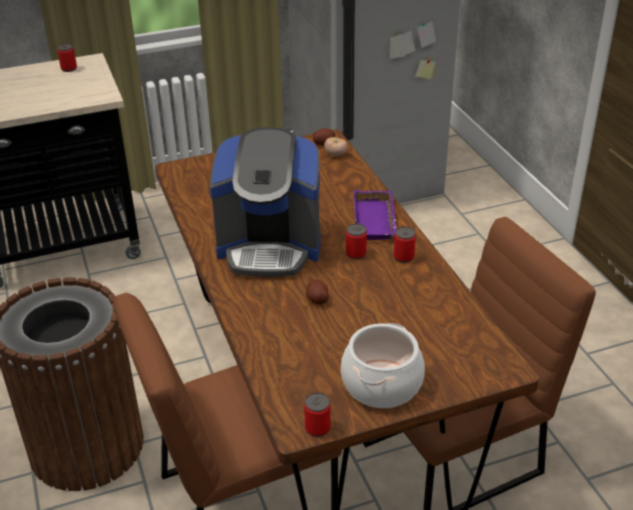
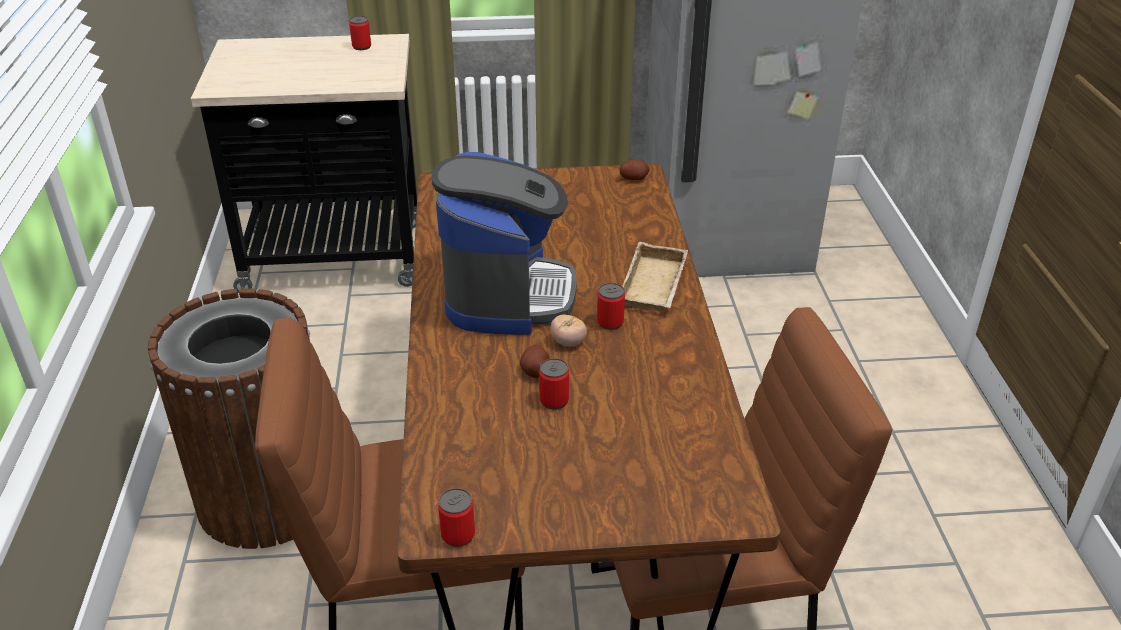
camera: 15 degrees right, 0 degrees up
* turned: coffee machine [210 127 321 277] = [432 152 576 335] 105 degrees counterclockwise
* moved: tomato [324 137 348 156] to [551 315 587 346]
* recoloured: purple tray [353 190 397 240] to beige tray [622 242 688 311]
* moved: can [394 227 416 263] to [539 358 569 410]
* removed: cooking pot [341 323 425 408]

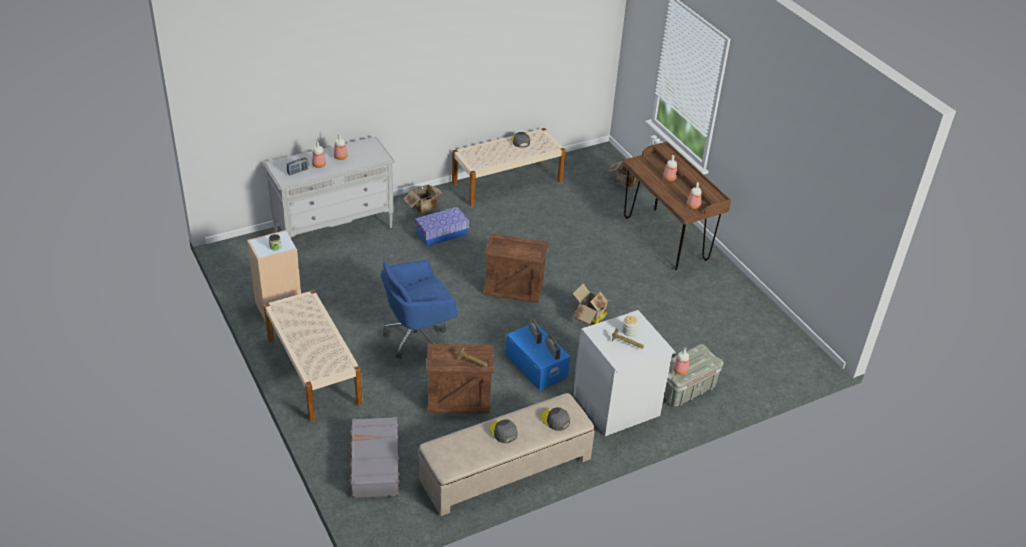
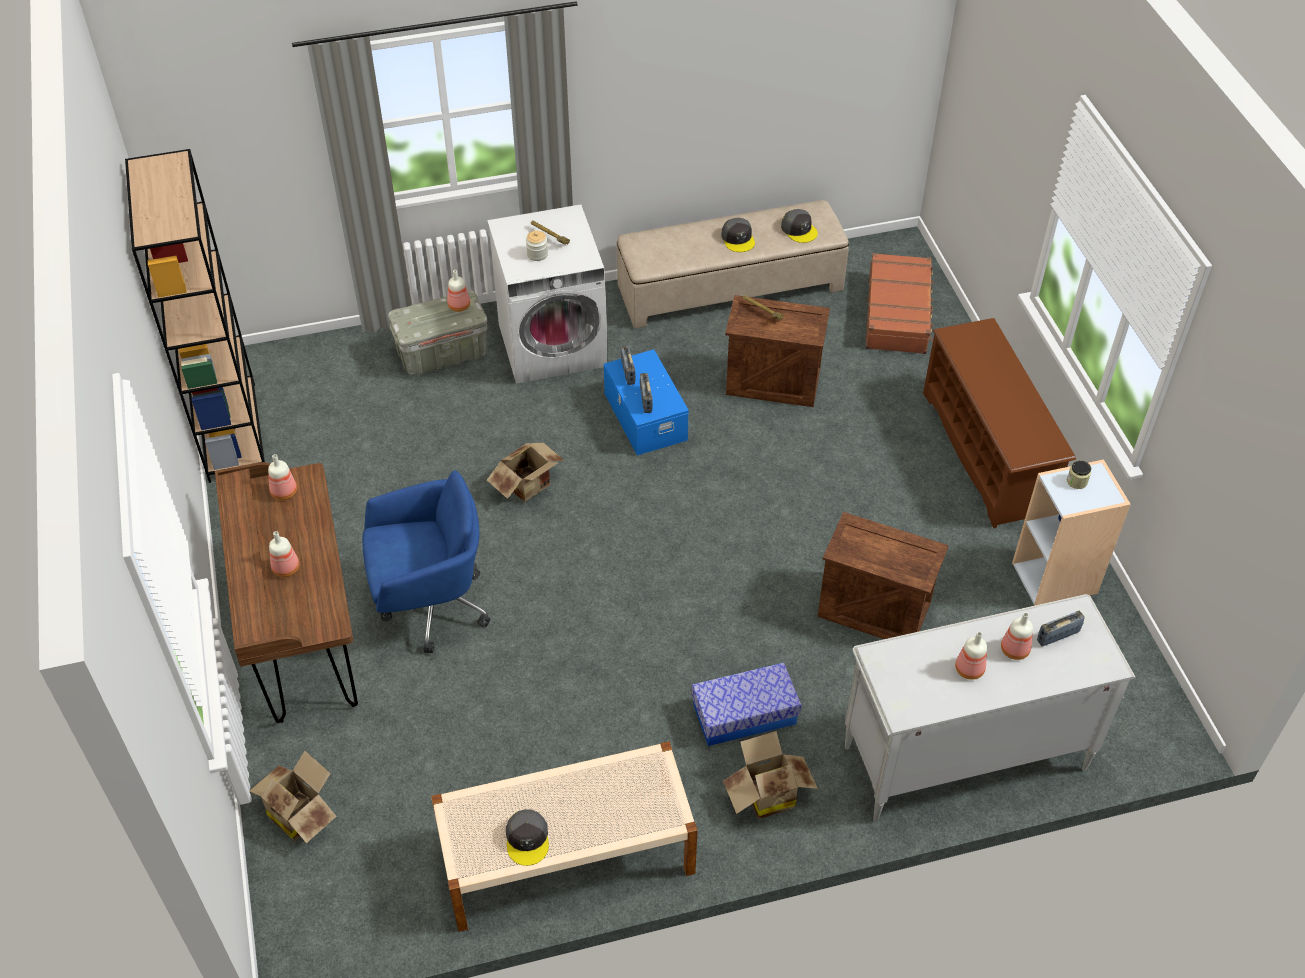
camera: 165 degrees left, 10 degrees up
* moved: crate [484 233 549 303] to [817 512 949 639]
* moved: blue office chair [381 260 458 359] to [362 470 490 653]
* replaced: beige bench [264 290 363 422] to brown shoe rack [923 318 1076 528]
* moved: grey cap [541 407 570 431] to [781 209 818 243]
* recoloured: grey suitcase [348 417 400 498] to brown suitcase [865 253 934 354]
* added: beige bookcase [125 149 265 483]

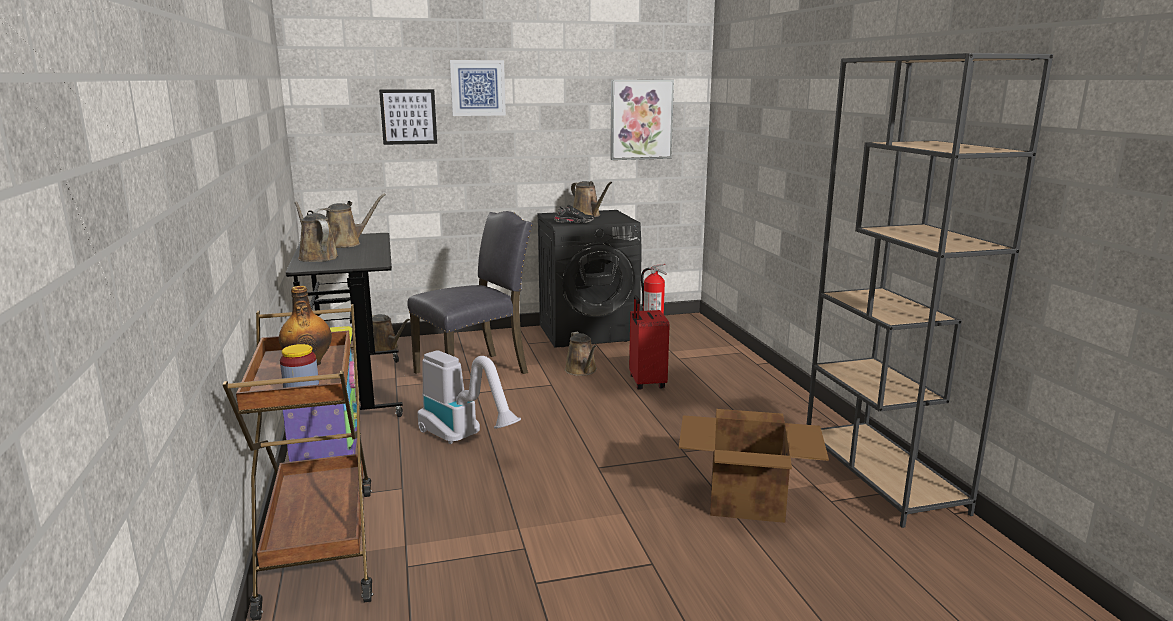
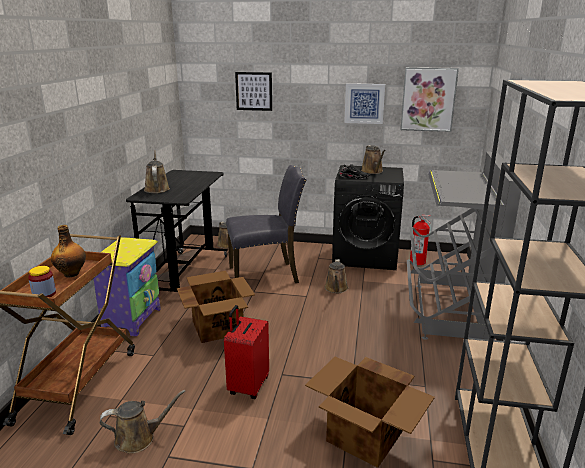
camera: 25 degrees right, 5 degrees up
* moved: picture [450 60 506 116] to [344 83 385 124]
* moved: brown watering can [313 193 386 248] to [100 390 186 454]
* moved: red suitcase [629 295 670 390] to [224 305 269 399]
* replaced: vacuum cleaner [417 350 521 444] to cardboard box [177 271 255 343]
* added: grey shoe rack [407 151 521 340]

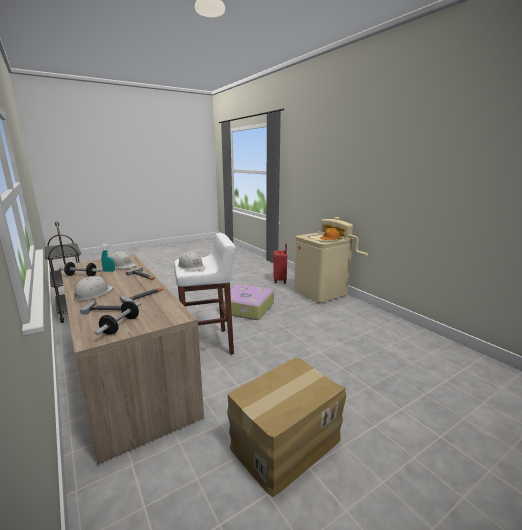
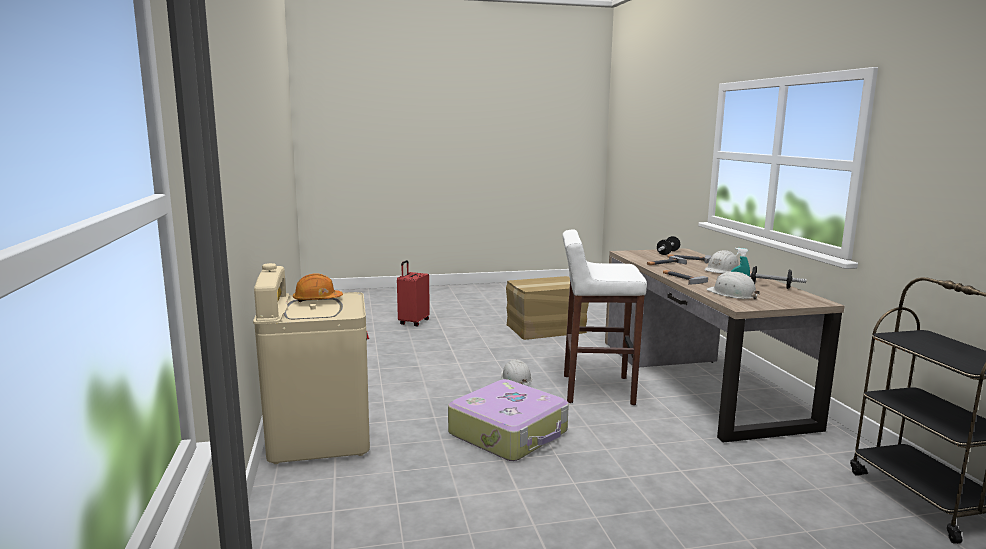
camera: 160 degrees left, 5 degrees down
* moved: red suitcase [273 244 287 284] to [397 260 430 326]
* moved: white hard hat [178 251 206 271] to [501 360 532 385]

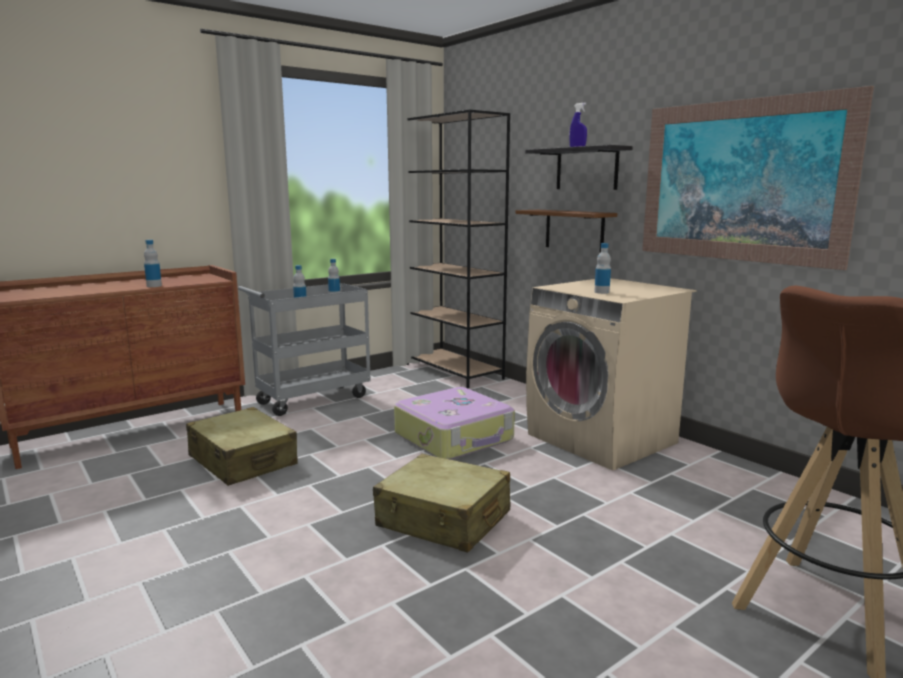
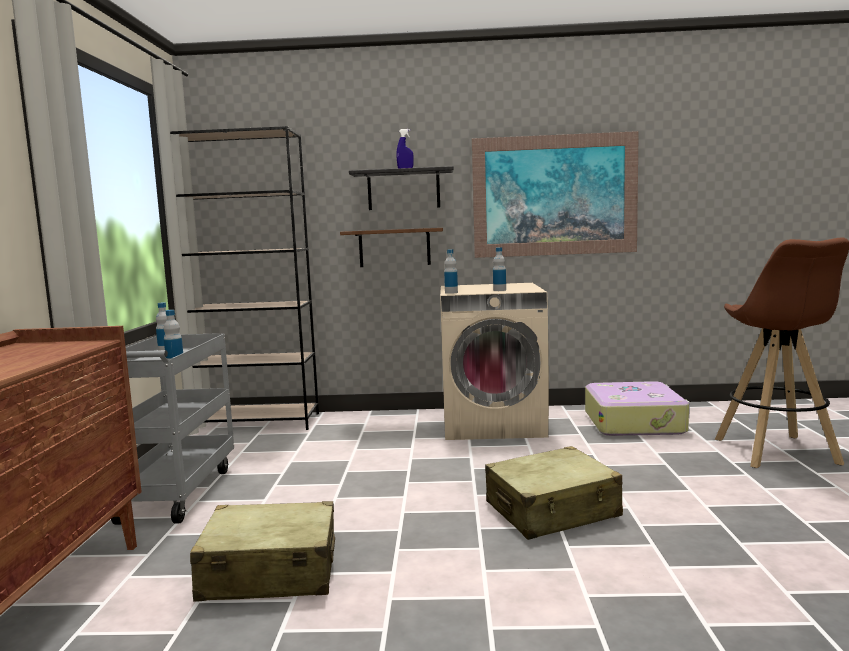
camera: 50 degrees left, 5 degrees down
* moved: bottle [144 240 162 287] to [444 249 458 294]
* moved: suitcase [394 387 515 460] to [585 381 690 436]

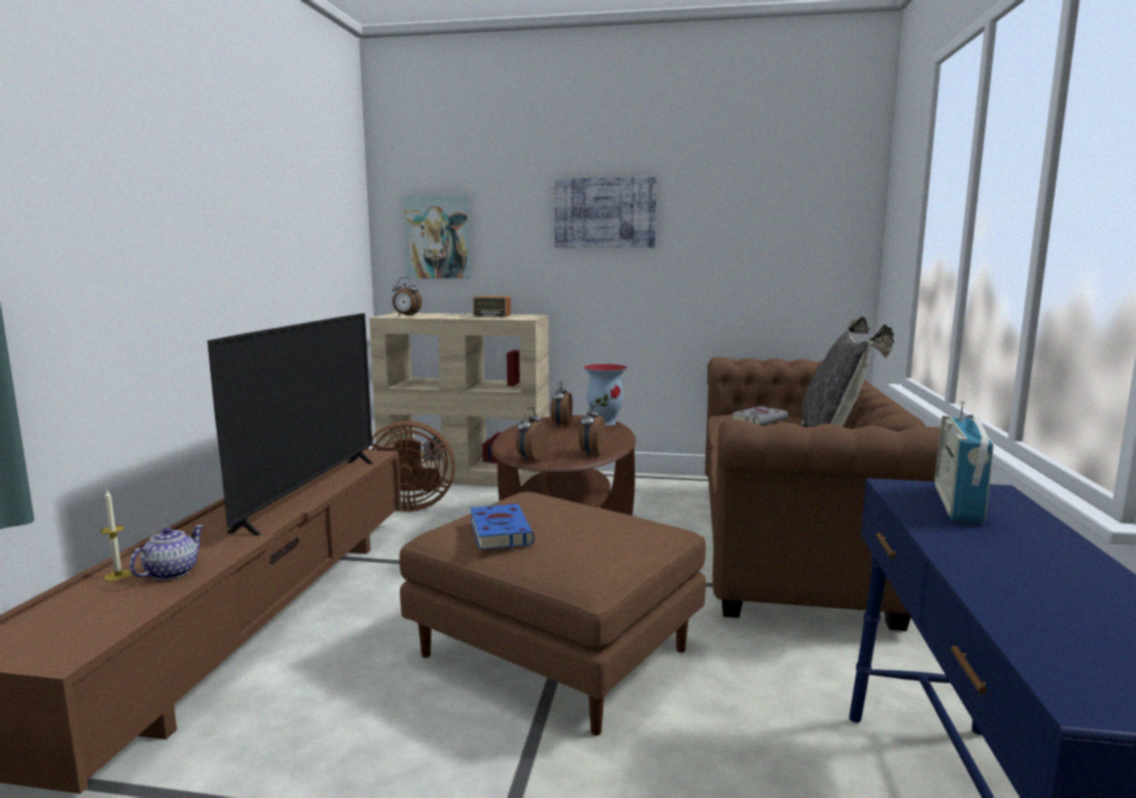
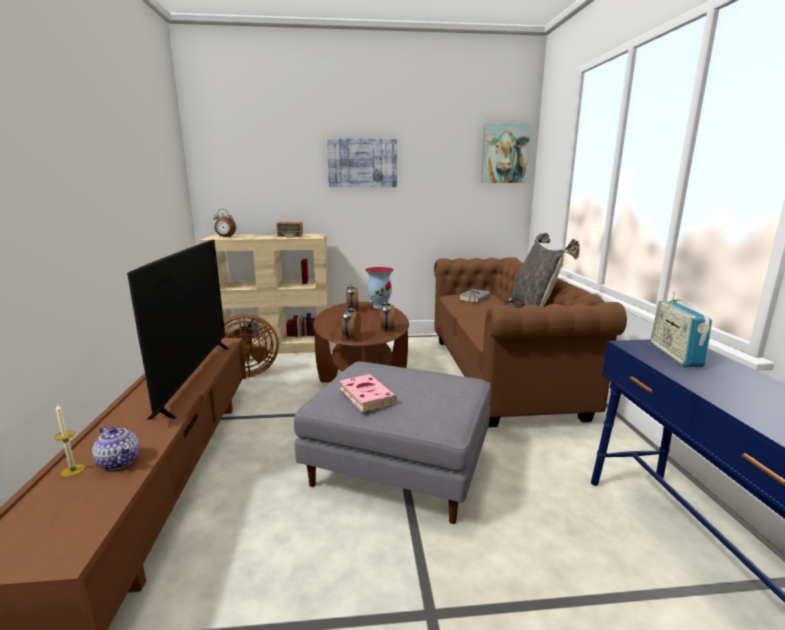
camera: 15 degrees left, 5 degrees up
* moved: picture [403 194 471 279] to [481 123 531 183]
* recoloured: brown ottoman [399 492 706 736] to grey ottoman [294 362 491 524]
* recoloured: blue book [470 504 535 549] to pink book [340 374 397 412]
* turned: teapot [129 525 204 580] = [92 426 140 470] 120 degrees clockwise

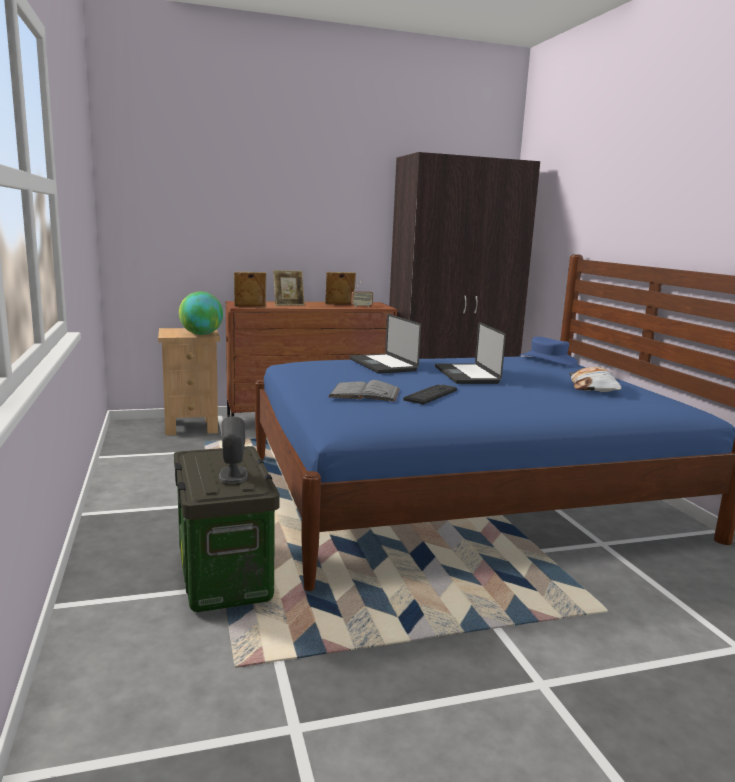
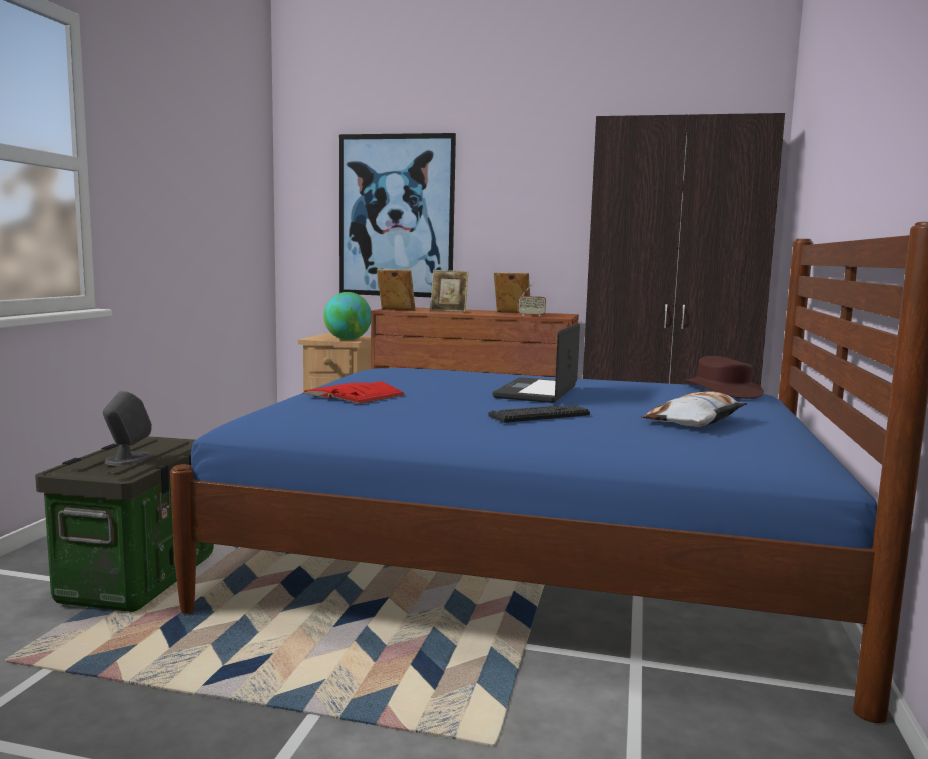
camera: 30 degrees right, 5 degrees down
* removed: laptop [349 314 421 374]
* recoloured: blue hat [520 337 578 366] to brown hat [684 356 764 399]
* recoloured: grey book [328 380 400 402] to red book [302 382 406 404]
* moved: keyboard [403 384 457 404] to [489 405 590 423]
* added: picture [339 133 456 297]

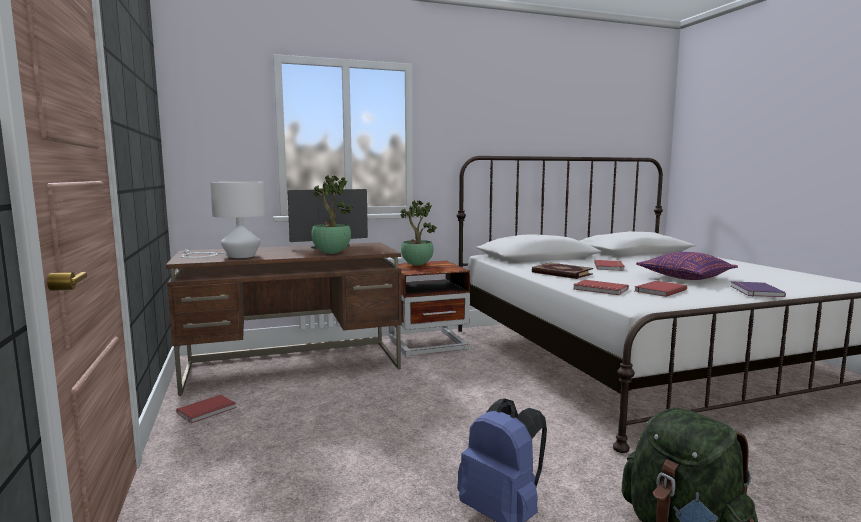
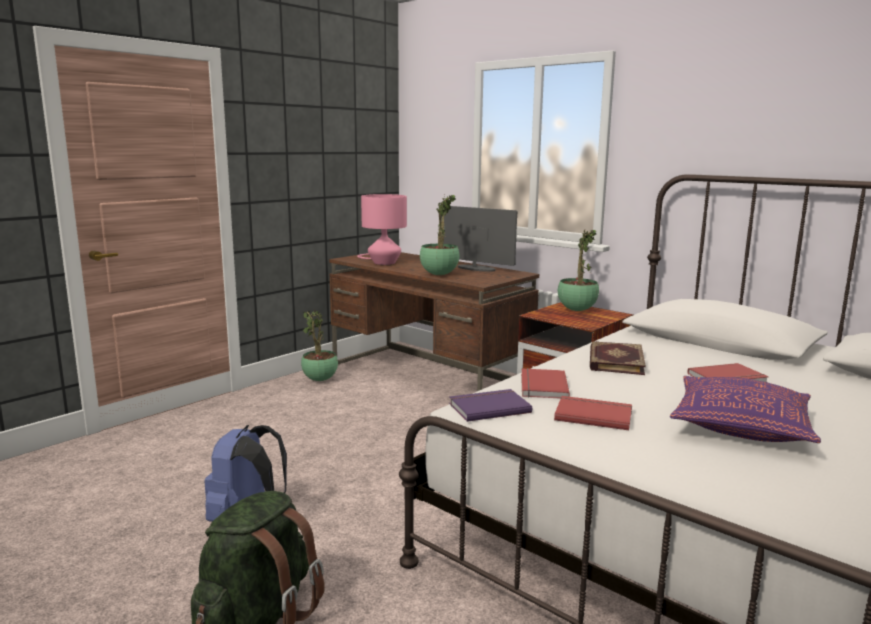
camera: 60 degrees right, 5 degrees up
* recoloured: white table lamp [180 182 265 258] to pink table lamp [357 194 407 265]
* moved: purple book [730 281 786 297] to [449 389 532 422]
* replaced: red book [176 395 237 423] to potted plant [301 311 338 381]

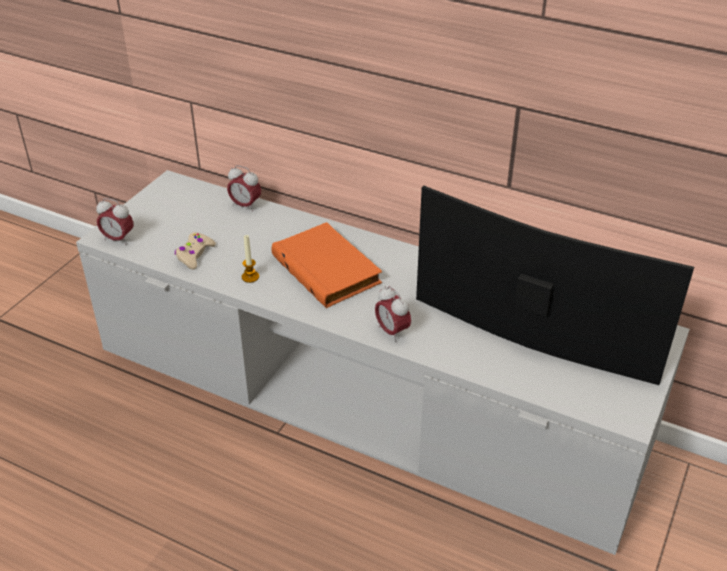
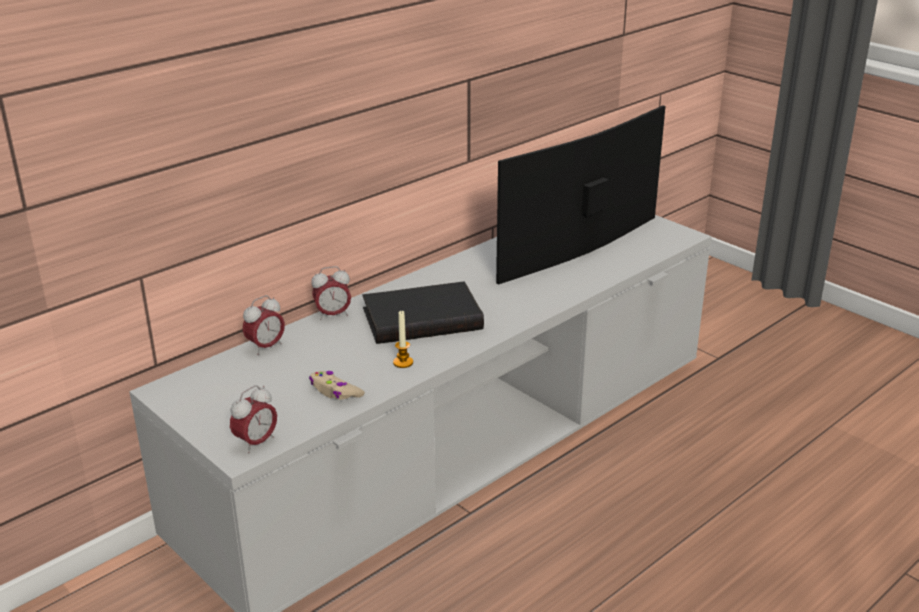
camera: 70 degrees left, 10 degrees down
* recoloured: orange book [271 222 382 308] to black book [362 281 484 344]
* moved: alarm clock [375 286 411 342] to [311 266 351 320]

